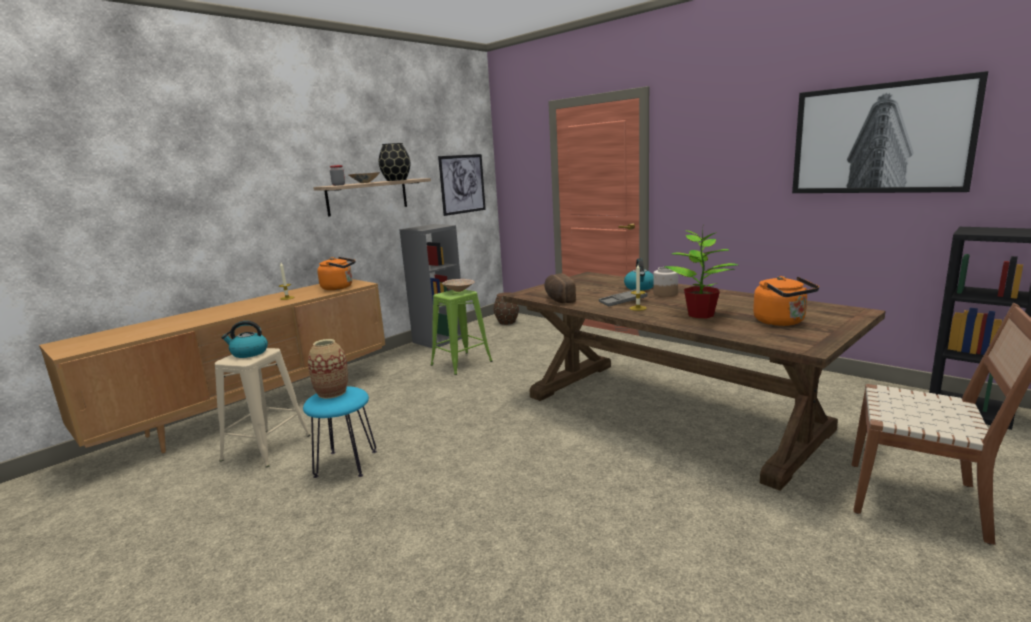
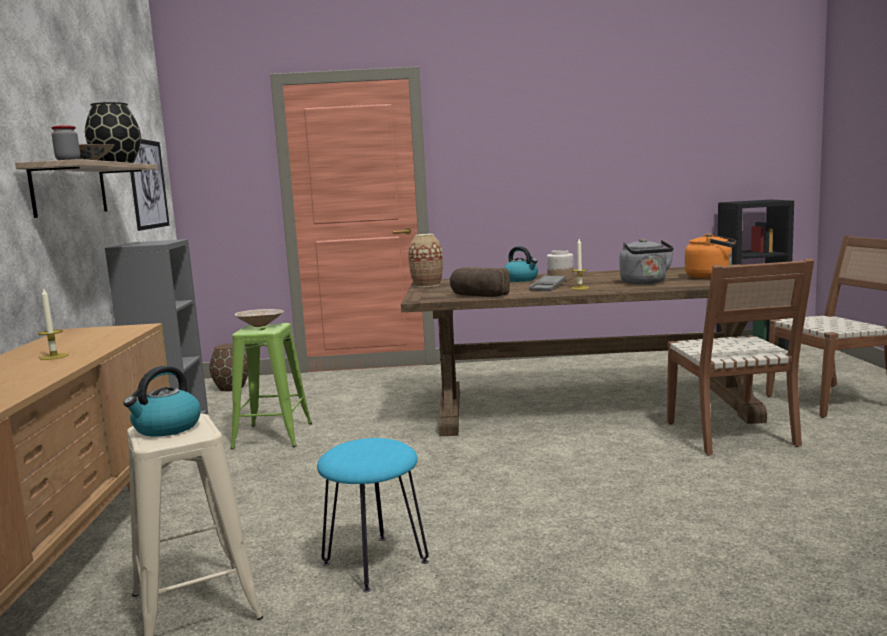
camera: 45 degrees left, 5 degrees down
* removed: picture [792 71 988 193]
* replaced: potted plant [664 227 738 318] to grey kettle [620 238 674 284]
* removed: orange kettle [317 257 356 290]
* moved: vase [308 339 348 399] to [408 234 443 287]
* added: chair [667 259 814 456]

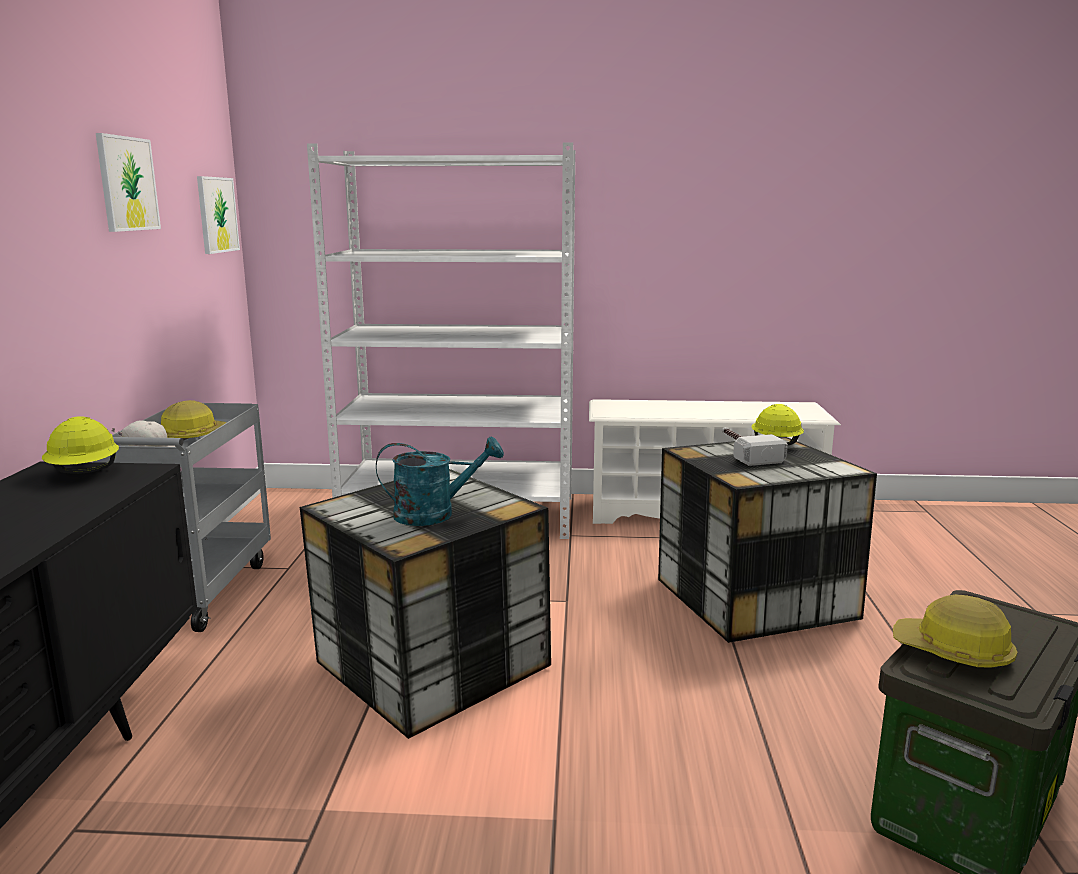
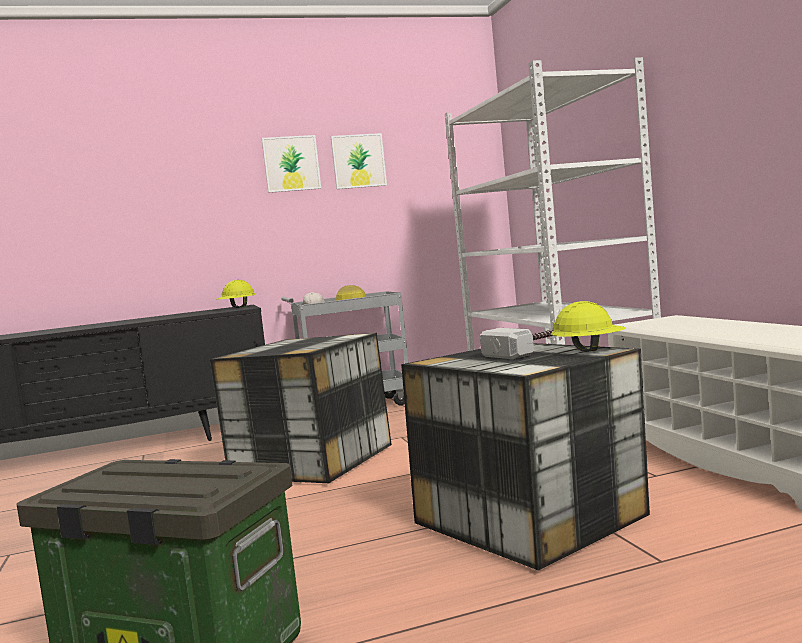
camera: 70 degrees right, 10 degrees down
* moved: picture [197 176 240 254] to [262 135 321 193]
* removed: turquoise watering can [376 436 504 526]
* removed: hard hat [893 595 1017 669]

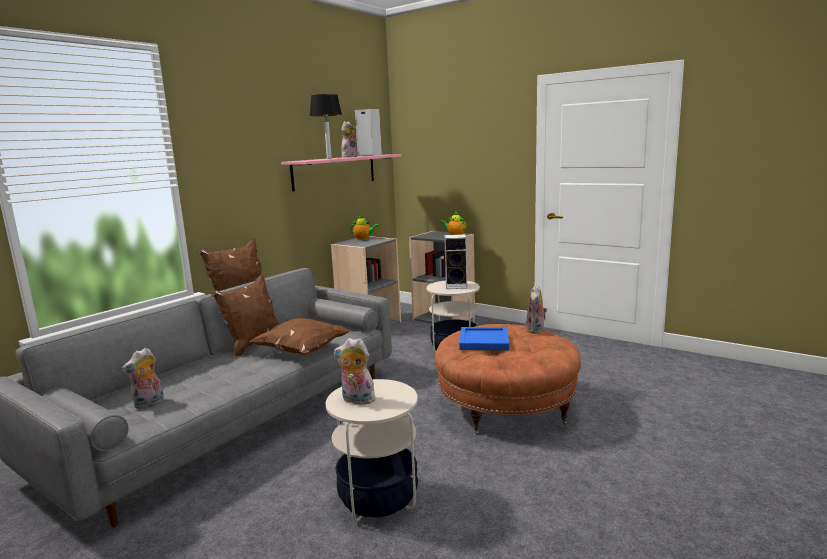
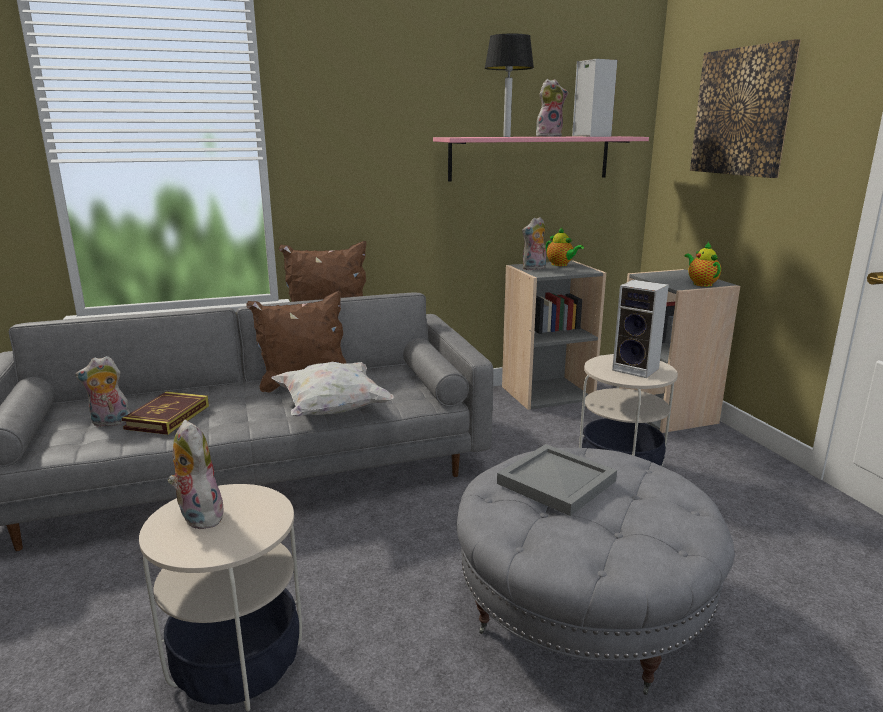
camera: 35 degrees right, 5 degrees up
* moved: plush toy [526 285 547 334] to [522 217 546 270]
* recoloured: brown pillow [249 318 351 354] to white pillow [271 362 394 417]
* recoloured: brown ottoman [435 324 581 435] to grey ottoman [457 448 734 695]
* recoloured: blue tray [459 327 509 350] to grey tray [497 444 617 516]
* added: picture [690 39 801 178]
* added: book [122 391 209 435]

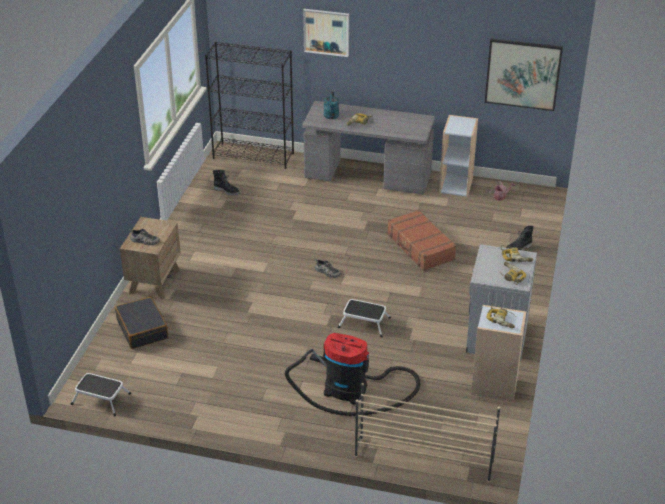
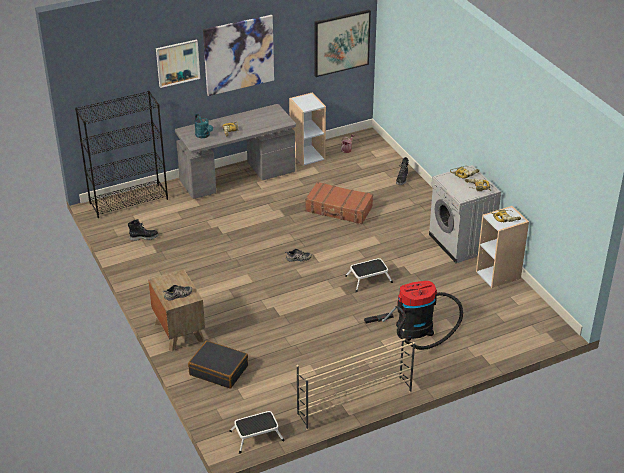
camera: 40 degrees left, 0 degrees up
* moved: beige shoe rack [355 383 500 482] to [297 329 415 430]
* added: picture [203 15 274 96]

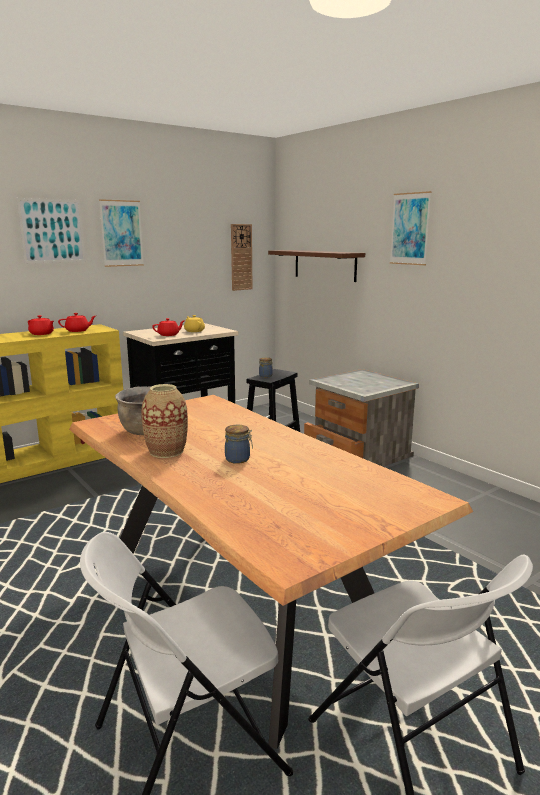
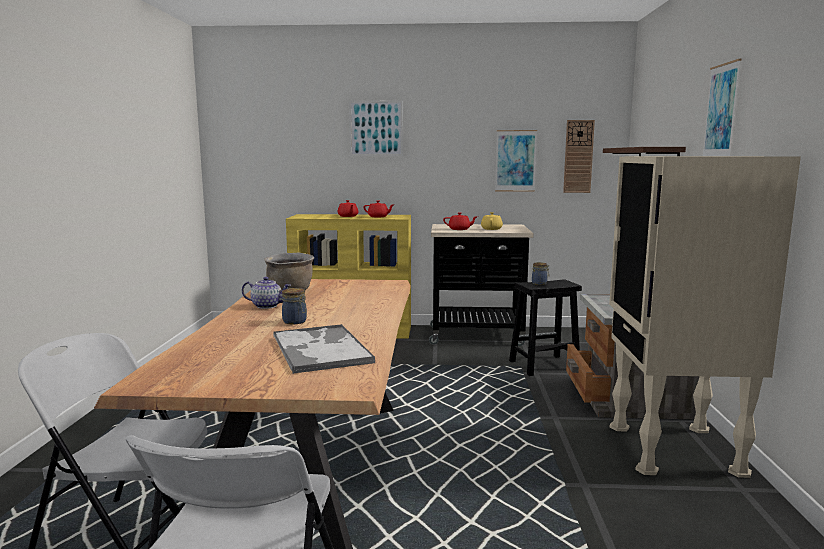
camera: 40 degrees right, 5 degrees down
* moved: picture [99 199 144 267] to [495 130 537 192]
* replaced: vase [141 384 188 458] to teapot [242 277 291 309]
* added: beige cabinet [609 156 801 478]
* added: tray [273 324 375 374]

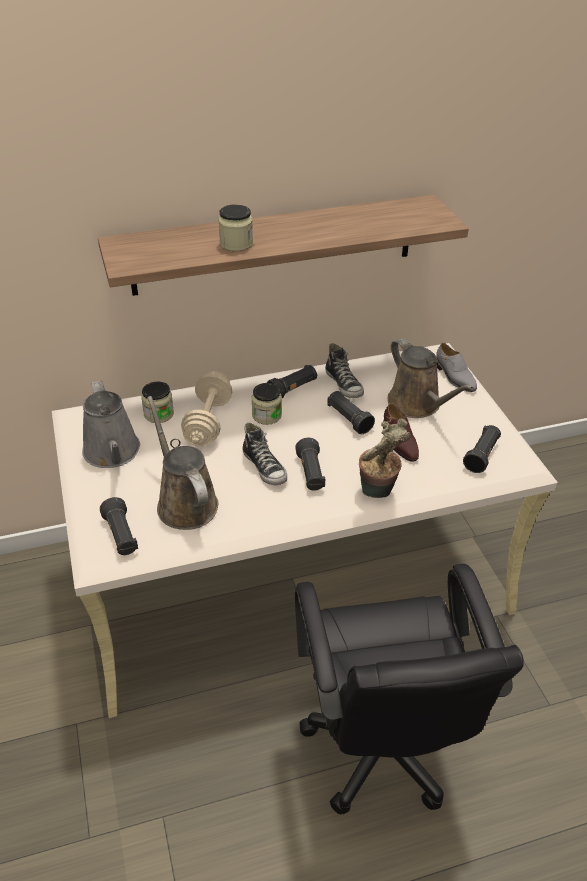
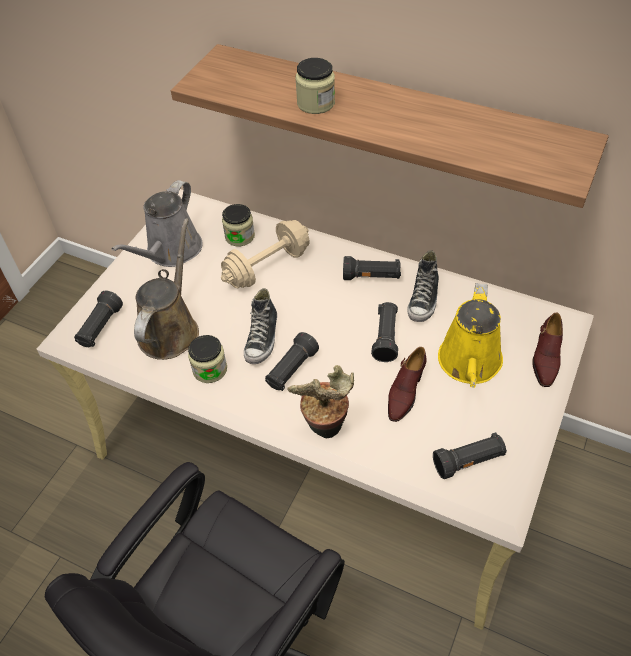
camera: 45 degrees right, 10 degrees up
* recoloured: brown watering can [388 338 473 418] to yellow watering can [438 283 503 388]
* recoloured: grey shoe [436 343 477 392] to brown shoe [532 313 563 387]
* moved: jar [251 383 282 425] to [188 335 227 383]

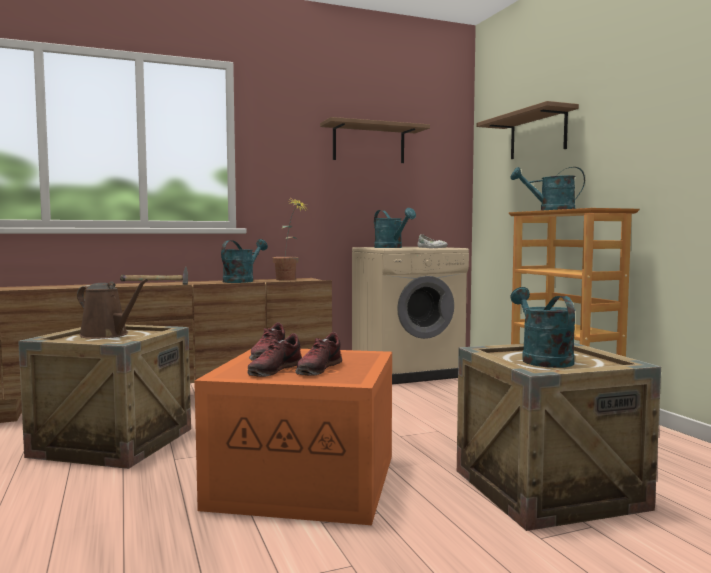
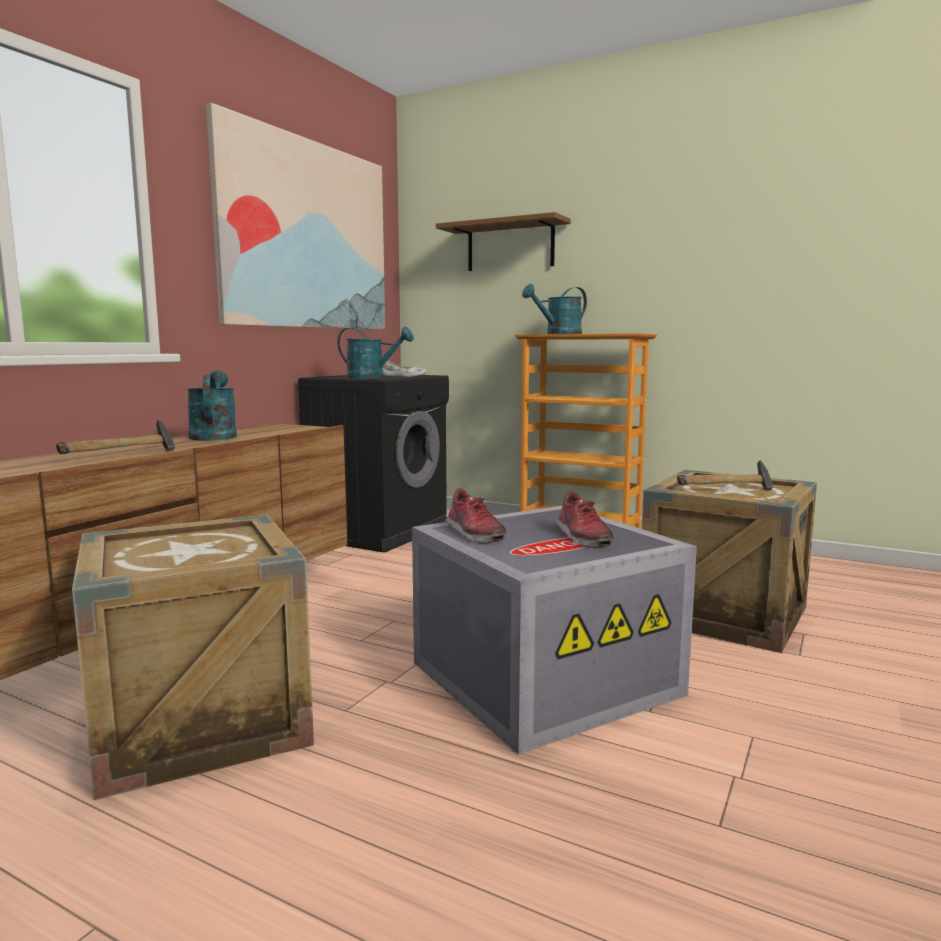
camera: 40 degrees left, 5 degrees up
* replaced: brown shelf [320 117 430 163] to picture [206 103 385 330]
* removed: potted plant [272 199 309 280]
* recoloured: beige washing machine [352 247 469 385] to black washing machine [298 375 449 553]
* removed: brown watering can [77 279 148 339]
* replaced: turquoise watering can [511 287 576 368] to hammer [677 460 773 490]
* removed: shoe [247 333 302 377]
* recoloured: orange storage box [194 349 392 525] to grey storage box [412 506 697 754]

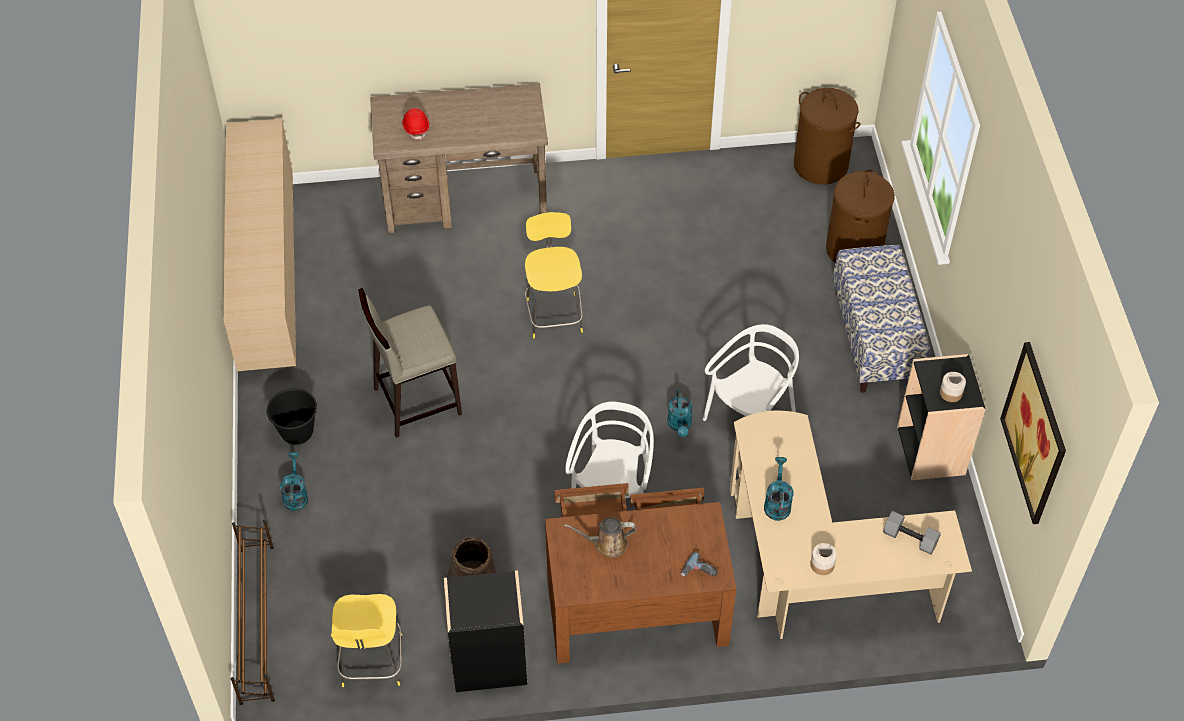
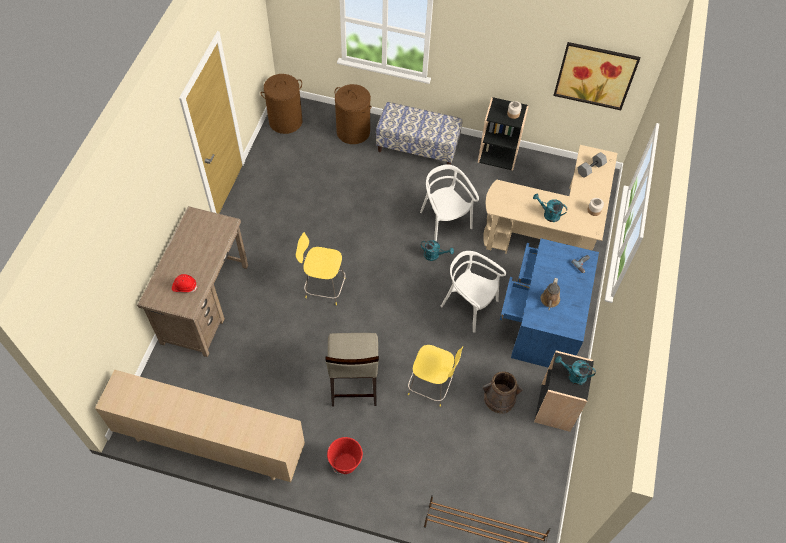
camera: 70 degrees left, 5 degrees up
* recoloured: black bucket [266 388 317 445] to red bucket [327 437 363 474]
* moved: turquoise watering can [280 452 308 511] to [555 356 596 385]
* recoloured: brown desk [545 483 736 664] to blue desk [500 238 599 368]
* moved: yellow stool [331 594 402 687] to [408 345 463 407]

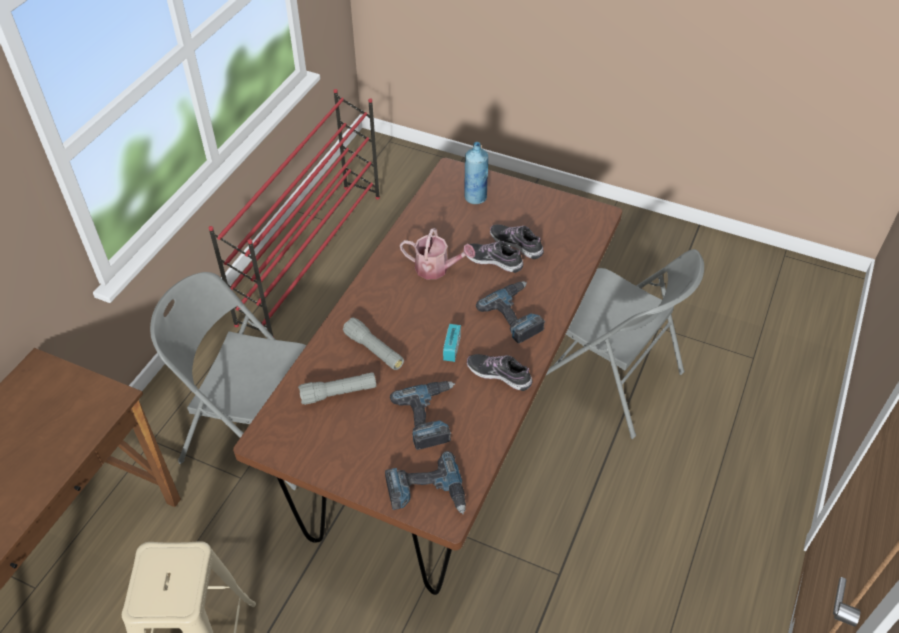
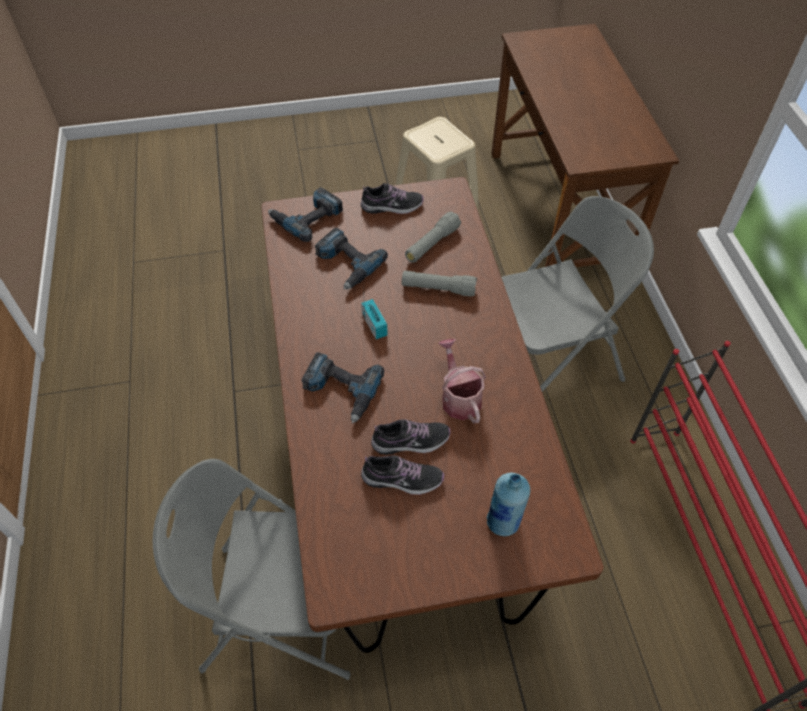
camera: 145 degrees right, 5 degrees up
* turned: watering can [400 228 475 279] = [438 339 486 423] 90 degrees clockwise
* moved: shoe [467 354 532 391] to [361 183 424 214]

